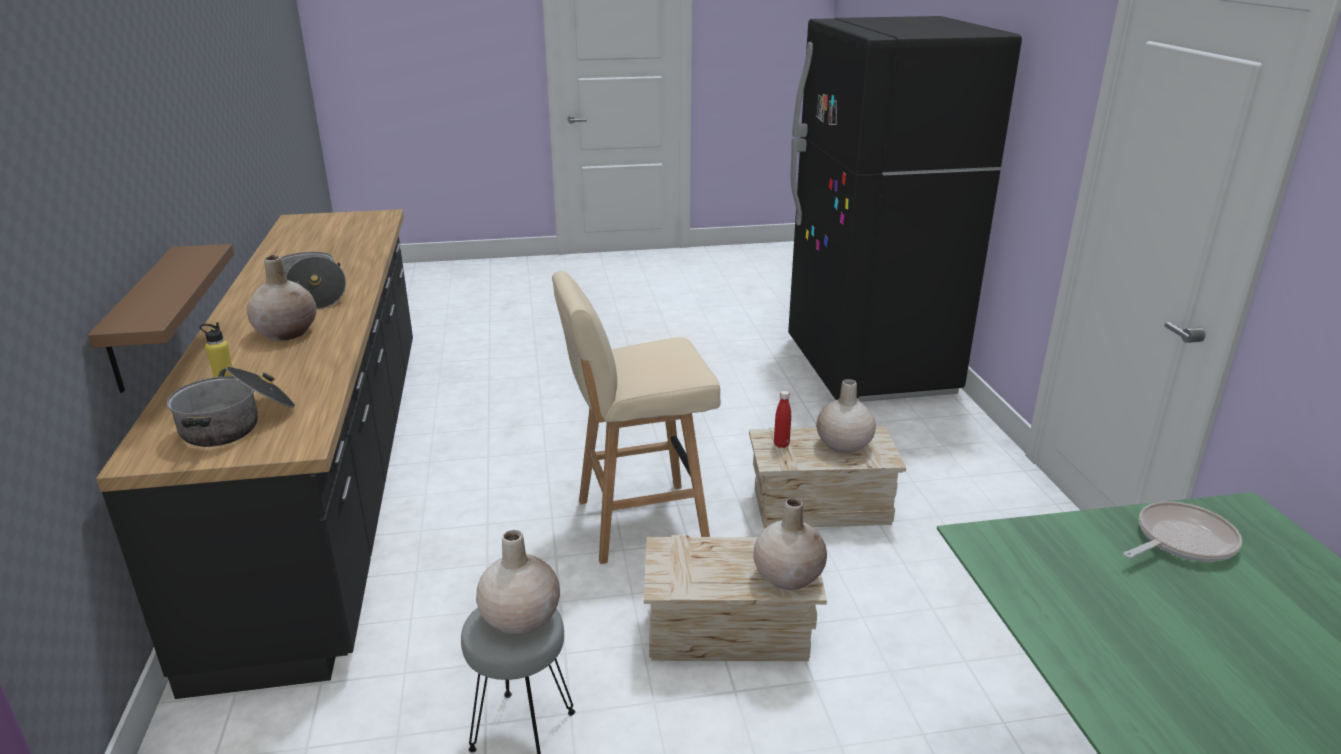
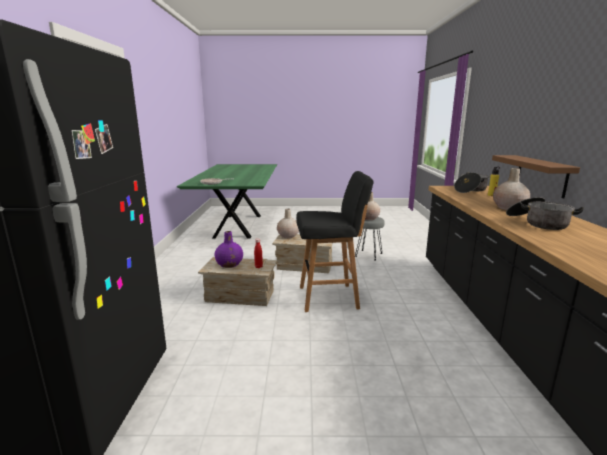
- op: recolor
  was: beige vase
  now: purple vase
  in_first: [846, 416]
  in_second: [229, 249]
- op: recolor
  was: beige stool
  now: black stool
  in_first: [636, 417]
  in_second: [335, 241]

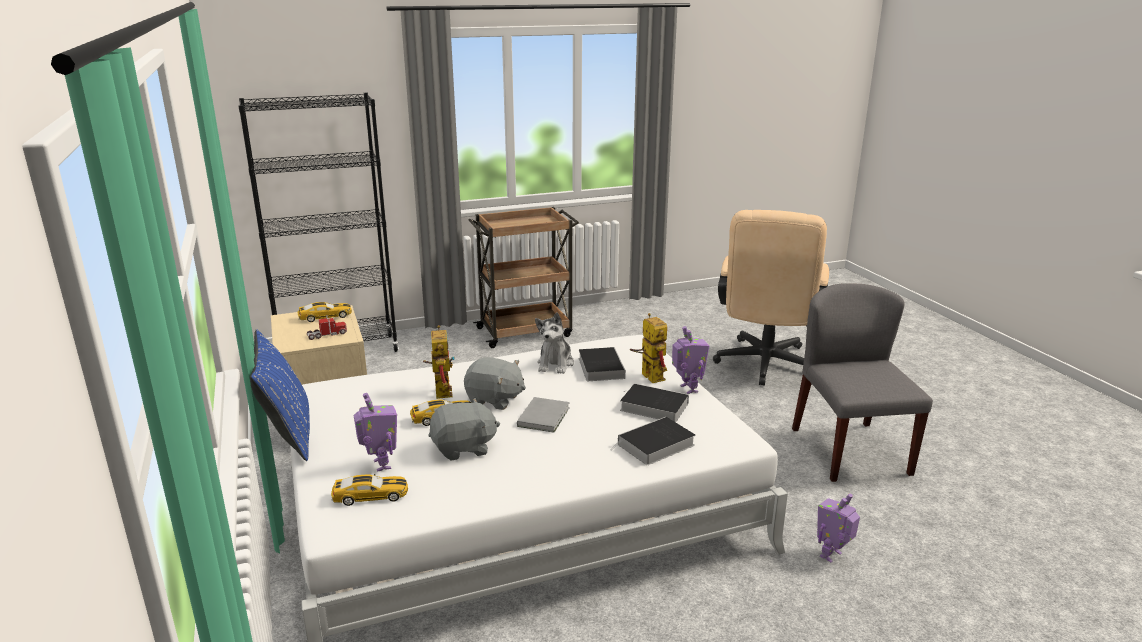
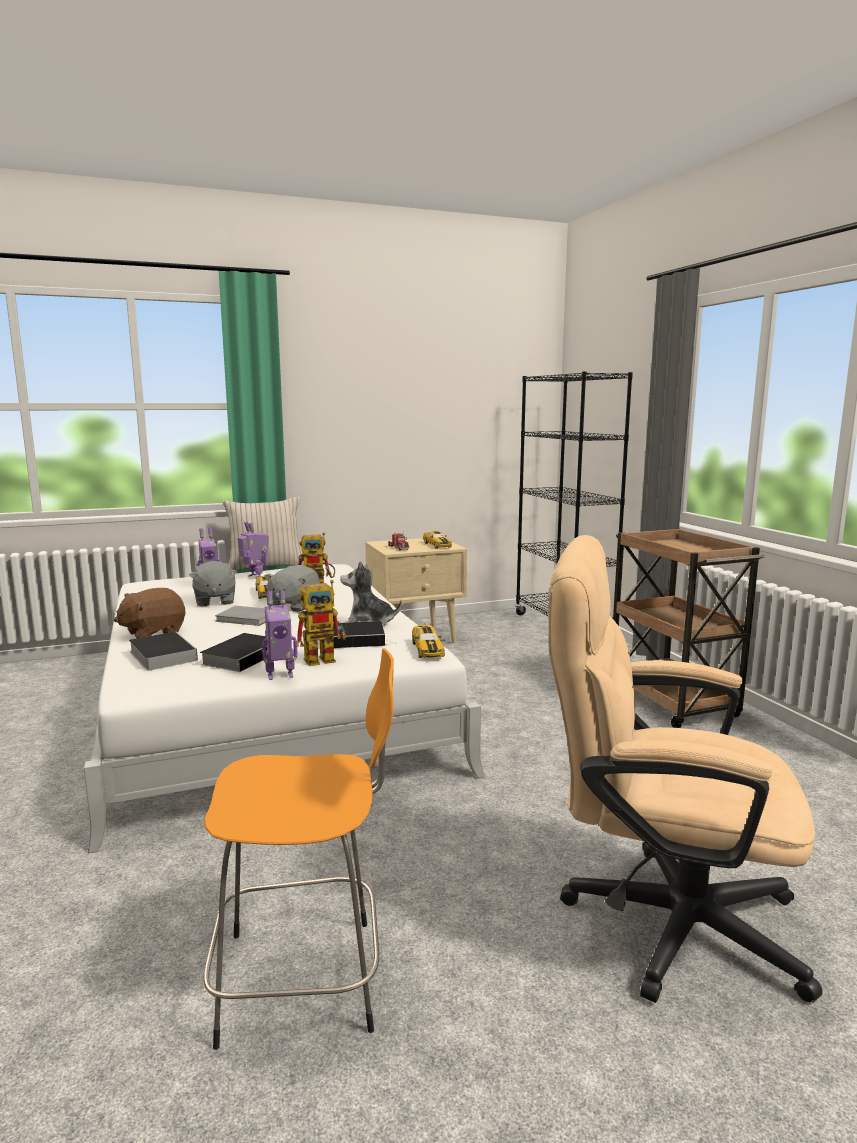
- op: insert
  now: brown plush toy
  in_second: [149, 613]
- op: replace
  was: grey chair
  now: orange stool
  in_first: [862, 382]
  in_second: [299, 849]
- op: recolor
  was: blue pillow
  now: beige pillow
  in_first: [280, 395]
  in_second: [263, 533]
- op: move
  was: toy robot
  in_first: [838, 527]
  in_second: [253, 550]
- op: move
  was: toy car
  in_first: [369, 490]
  in_second: [428, 641]

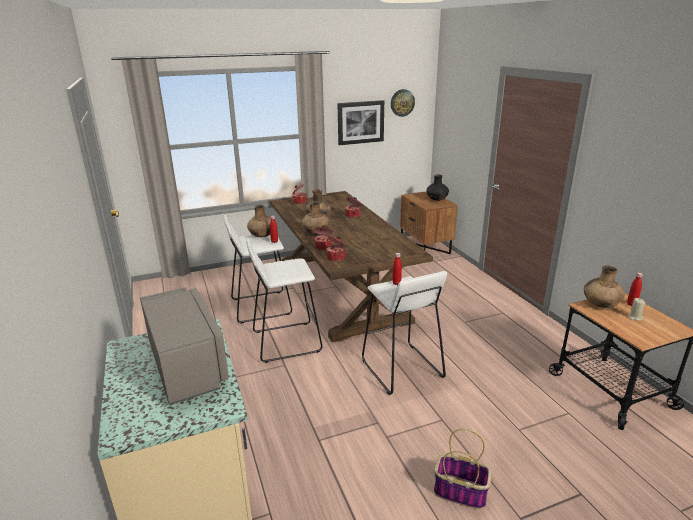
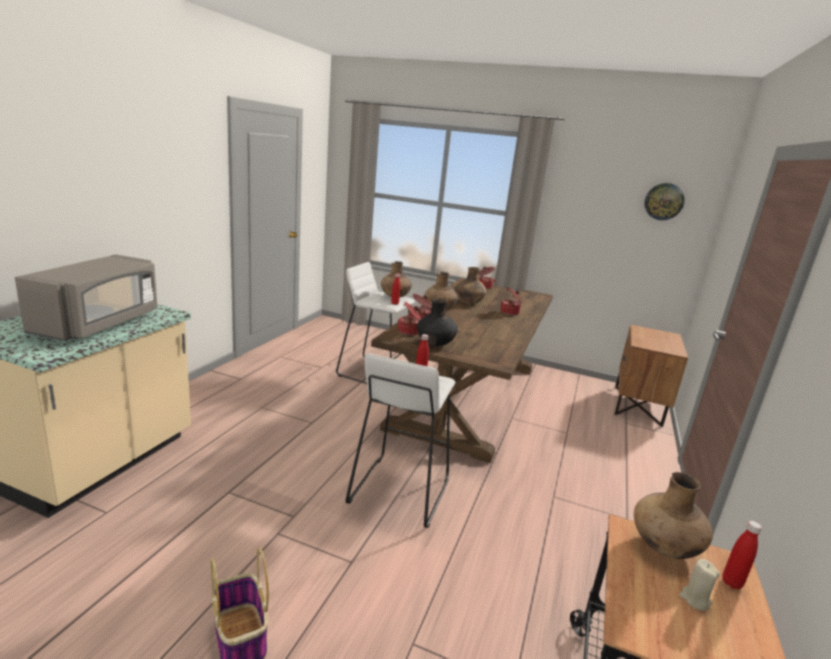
- op: move
  was: black vase
  in_first: [437, 187]
  in_second: [437, 322]
- op: delete
  was: white stool
  in_first: [284, 301]
- op: delete
  was: picture
  in_first: [361, 122]

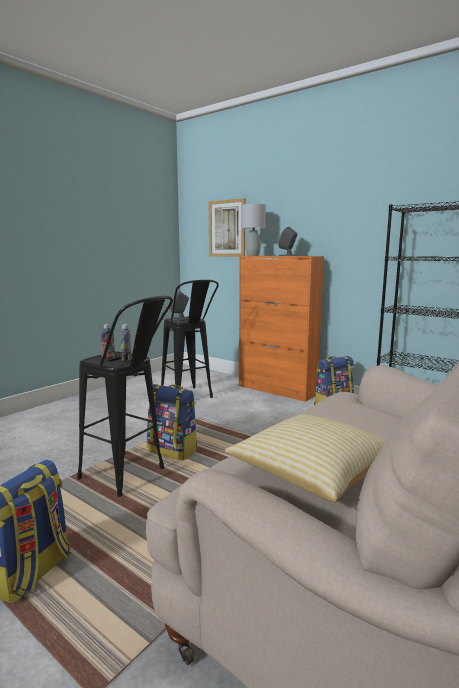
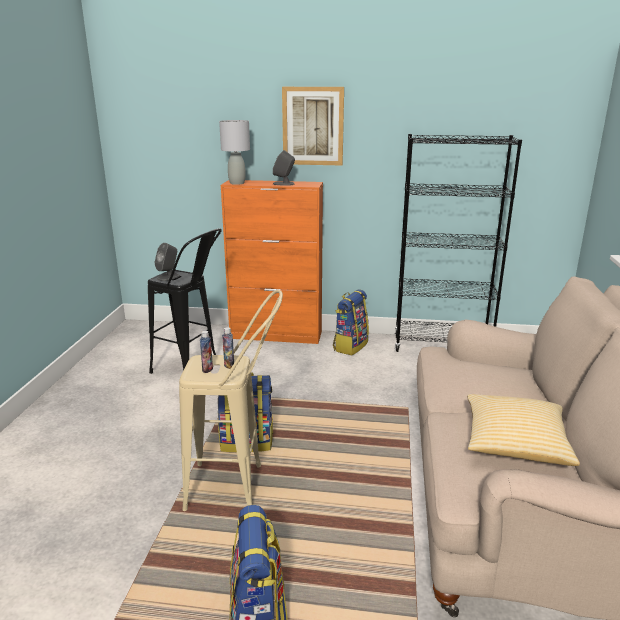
- op: recolor
  was: black stool
  now: beige stool
  in_first: [125, 396]
  in_second: [231, 400]
- op: move
  was: picture
  in_first: [227, 227]
  in_second: [313, 126]

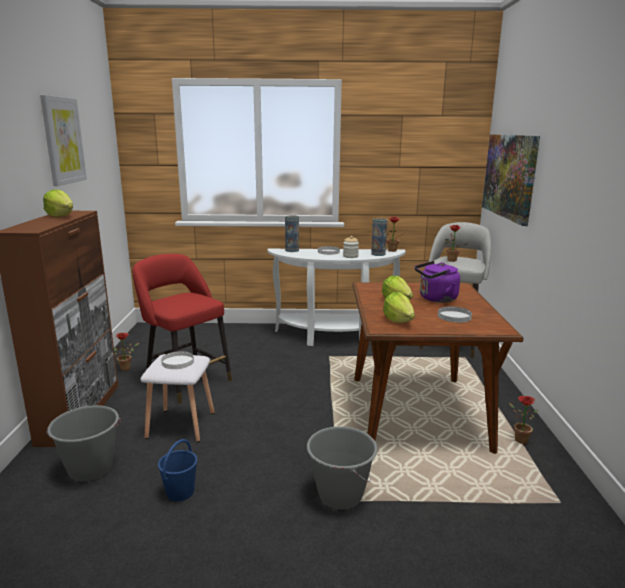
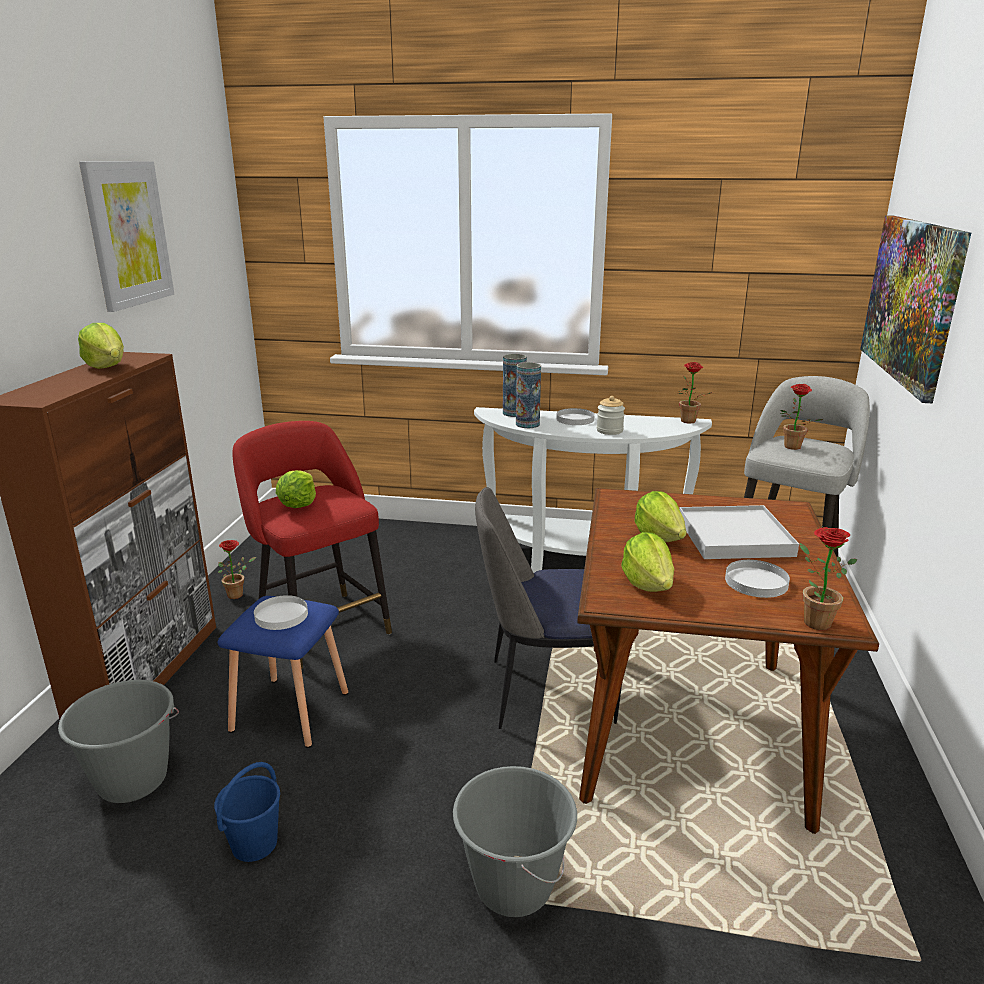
- op: recolor
  was: white stool
  now: blue stool
  in_first: [177, 398]
  in_second: [283, 672]
- op: insert
  now: lettuce
  in_second: [296, 489]
- op: insert
  now: chair
  in_second: [548, 608]
- op: move
  was: vase
  in_first: [379, 237]
  in_second: [528, 395]
- op: replace
  was: purple kettle
  now: white tray
  in_first: [437, 282]
  in_second: [739, 532]
- op: move
  was: potted plant
  in_first: [523, 420]
  in_second: [829, 578]

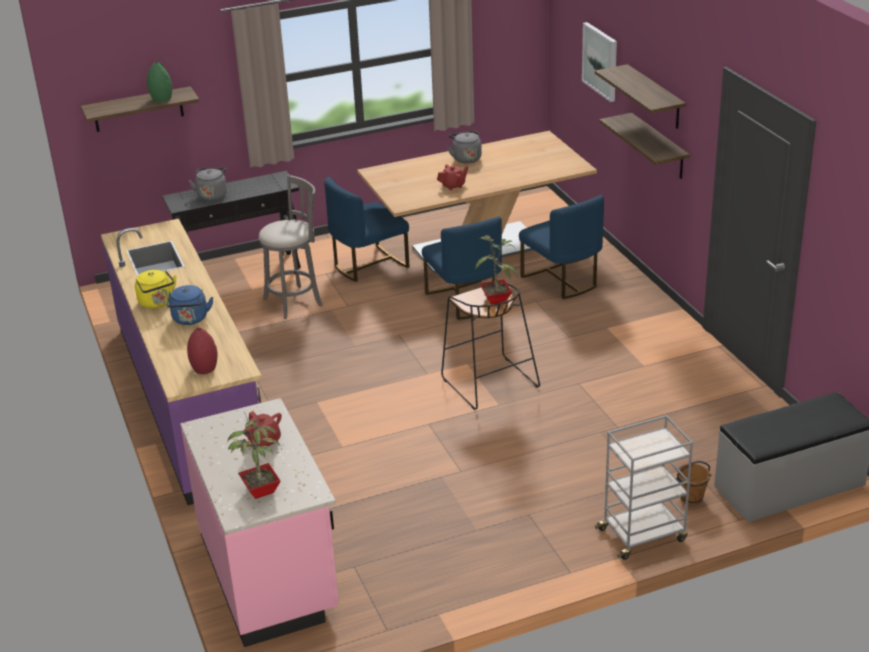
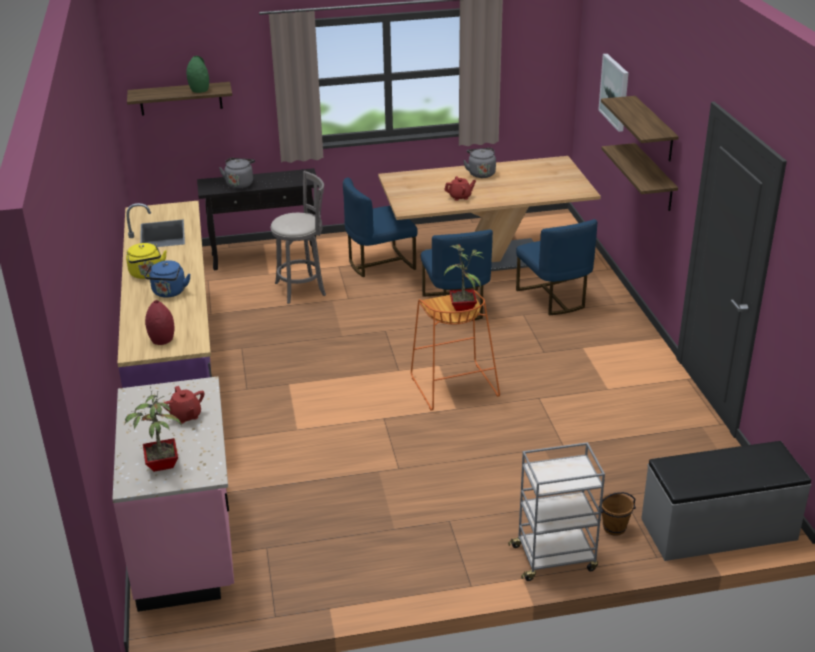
- op: recolor
  was: black stool
  now: orange stool
  in_first: [490, 346]
  in_second: [455, 350]

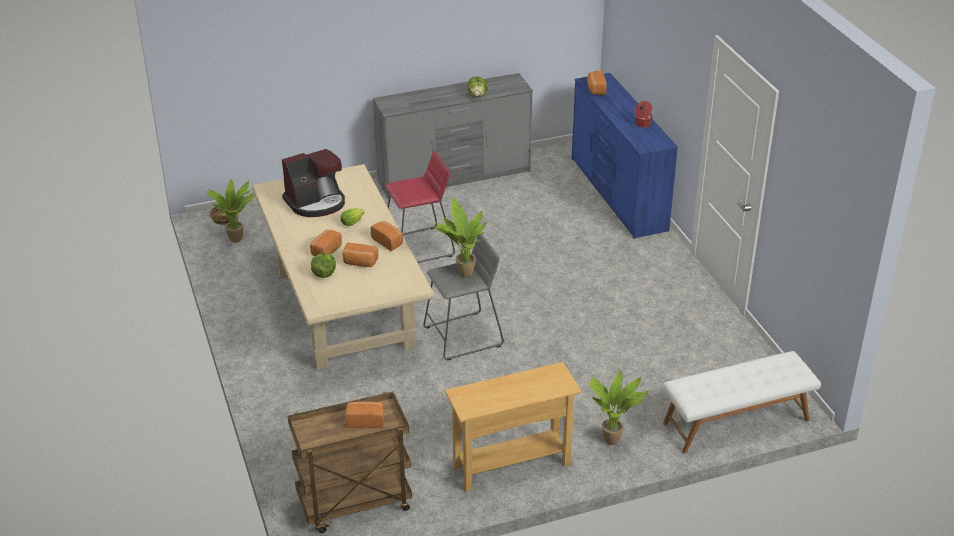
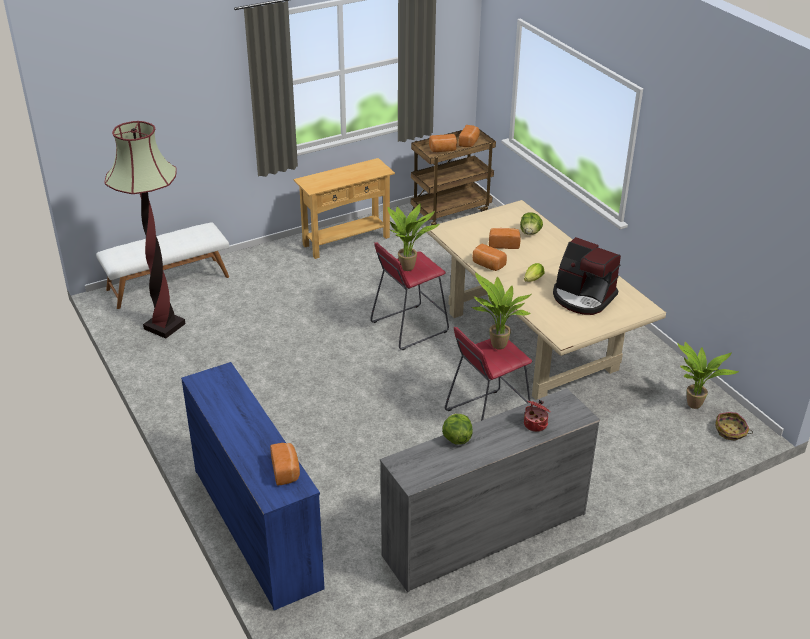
- op: insert
  now: floor lamp
  in_second: [145, 230]
- op: recolor
  was: grey stool
  now: red stool
  in_first: [463, 297]
  in_second: [409, 296]
- op: move
  was: bread
  in_first: [326, 242]
  in_second: [469, 136]
- op: move
  was: potted plant
  in_first: [618, 407]
  in_second: [501, 311]
- op: move
  was: cooking pot
  in_first: [643, 114]
  in_second: [537, 416]
- op: rotate
  was: coffee machine
  in_first: [313, 183]
  in_second: [587, 276]
  clockwise: -105

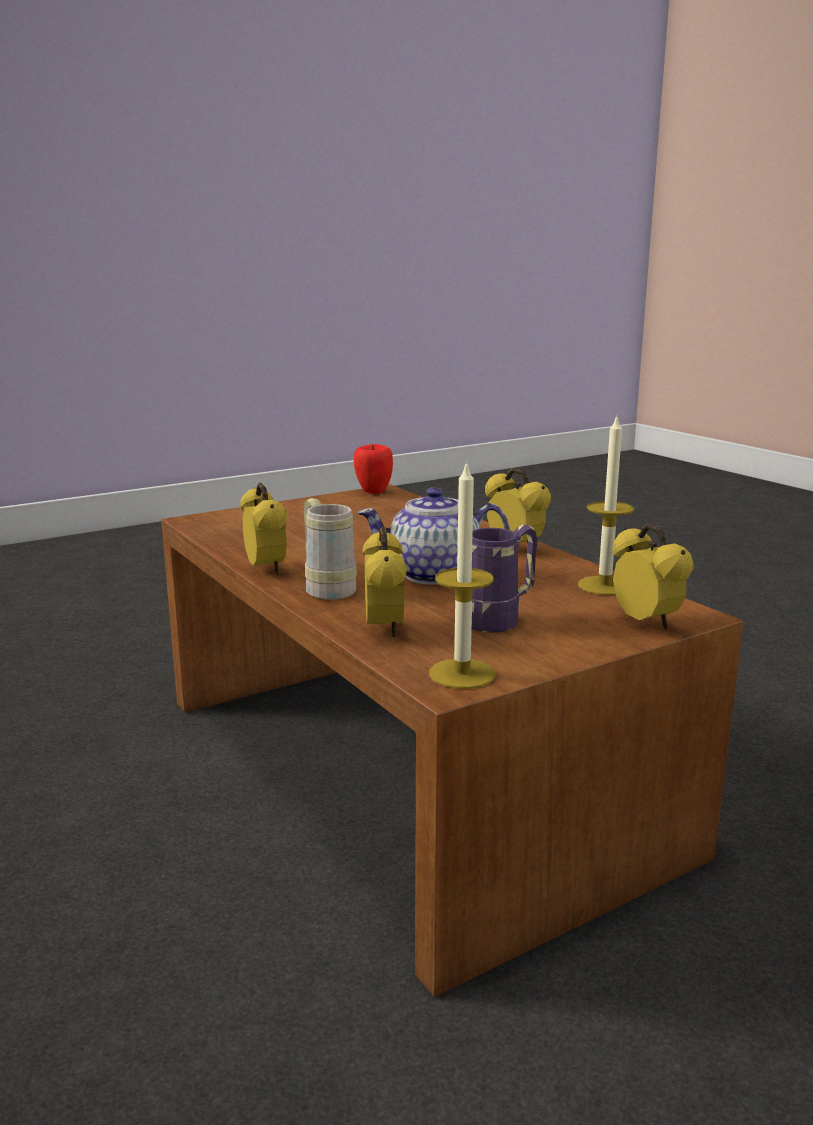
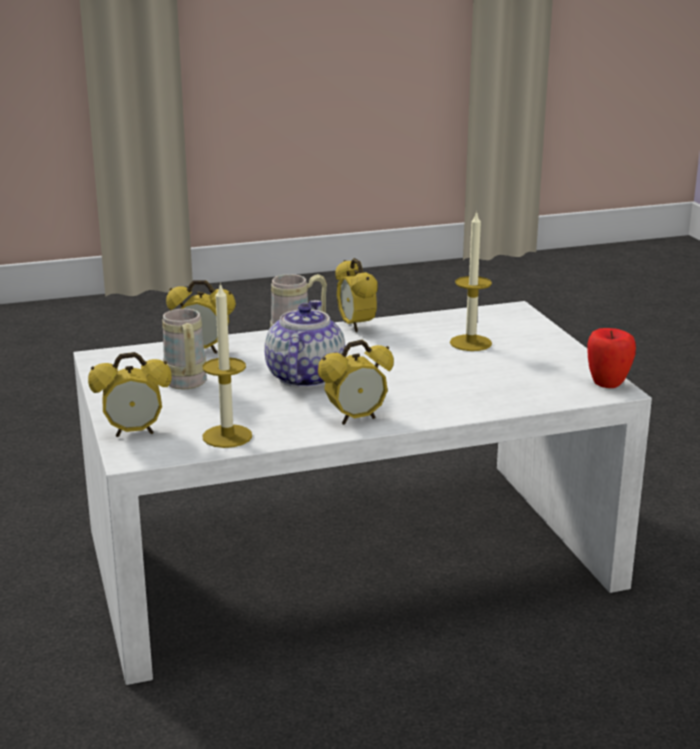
- op: recolor
  was: brown coffee table
  now: white coffee table
  in_first: [452, 740]
  in_second: [362, 493]
- op: recolor
  was: purple mug
  now: beige mug
  in_first: [505, 578]
  in_second: [184, 349]
- op: rotate
  was: alarm clock
  in_first: [263, 528]
  in_second: [356, 295]
  clockwise: 75
- op: move
  was: candle
  in_first: [462, 574]
  in_second: [471, 280]

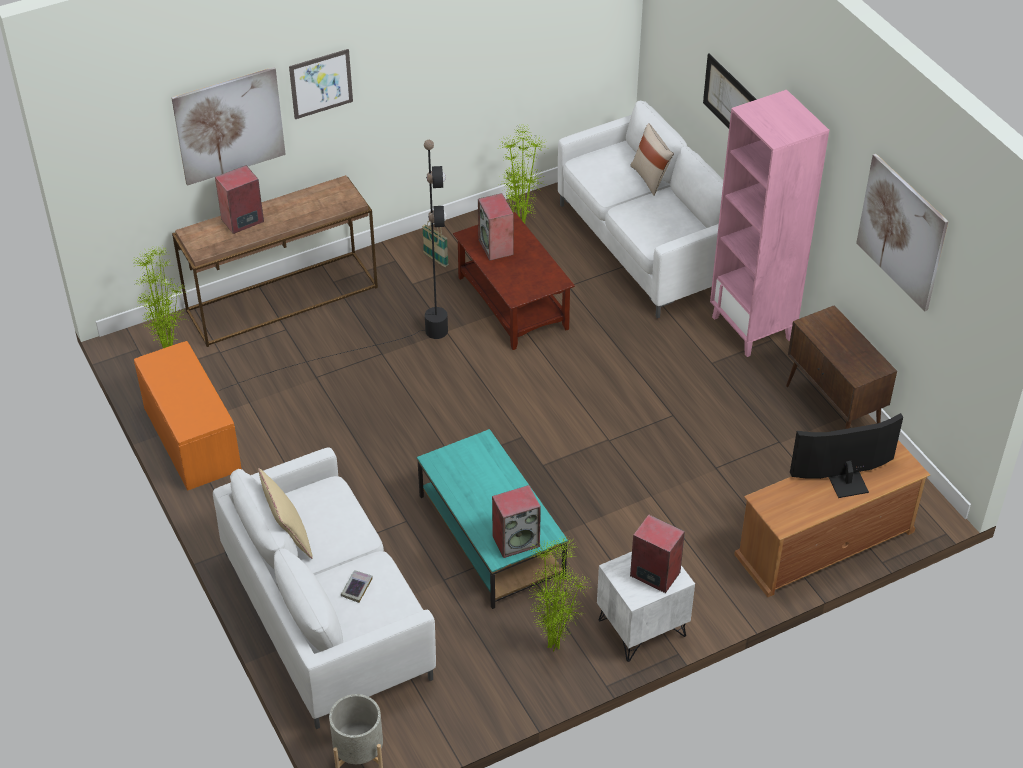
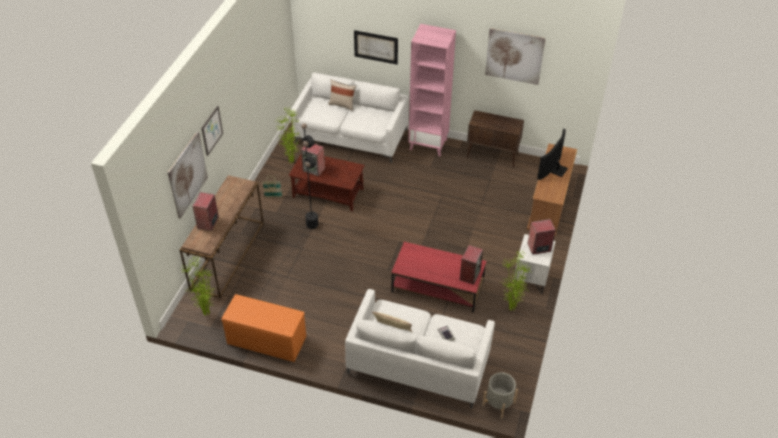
- op: recolor
  was: turquoise coffee table
  now: red coffee table
  in_first: [492, 519]
  in_second: [439, 277]

